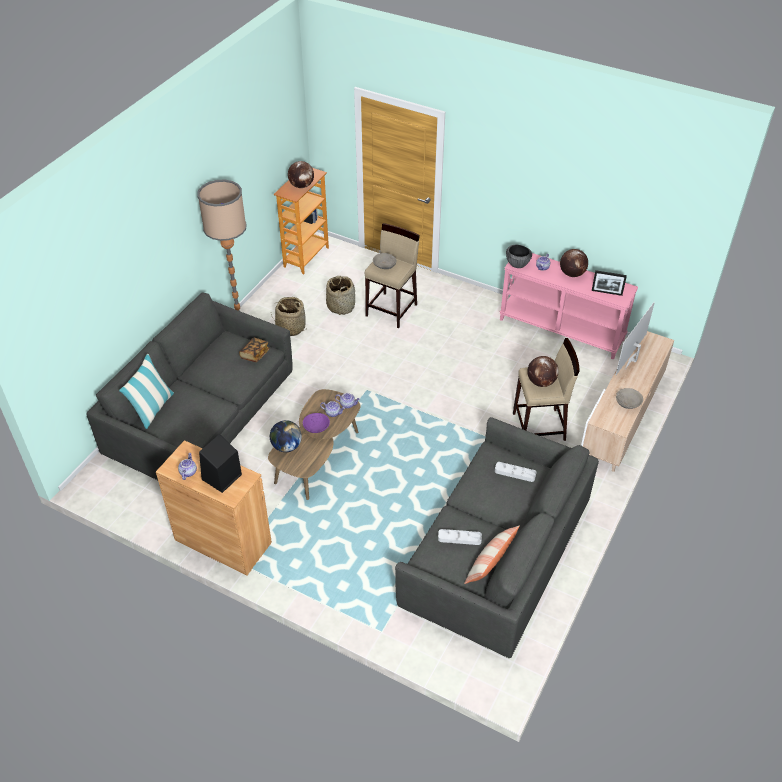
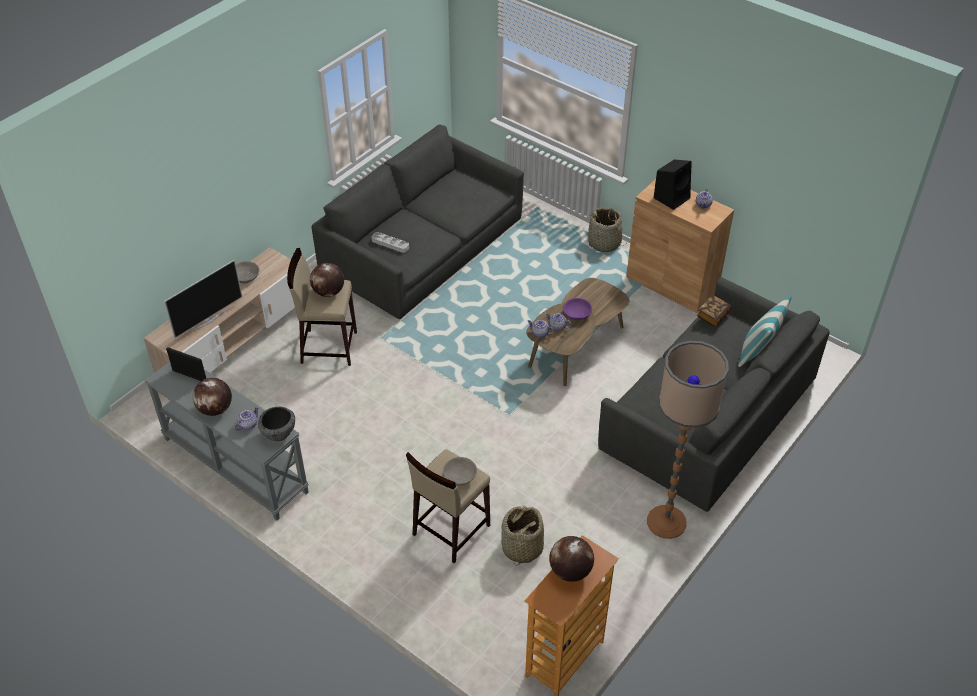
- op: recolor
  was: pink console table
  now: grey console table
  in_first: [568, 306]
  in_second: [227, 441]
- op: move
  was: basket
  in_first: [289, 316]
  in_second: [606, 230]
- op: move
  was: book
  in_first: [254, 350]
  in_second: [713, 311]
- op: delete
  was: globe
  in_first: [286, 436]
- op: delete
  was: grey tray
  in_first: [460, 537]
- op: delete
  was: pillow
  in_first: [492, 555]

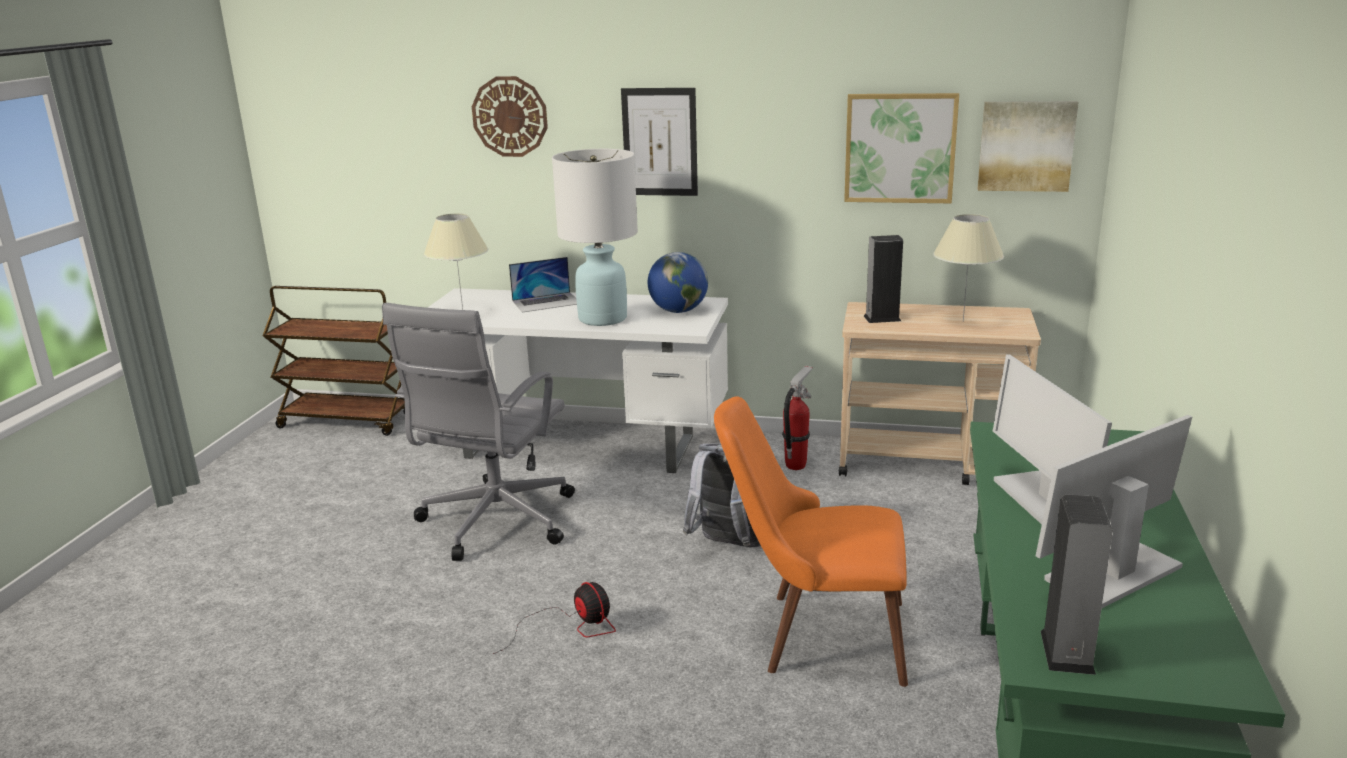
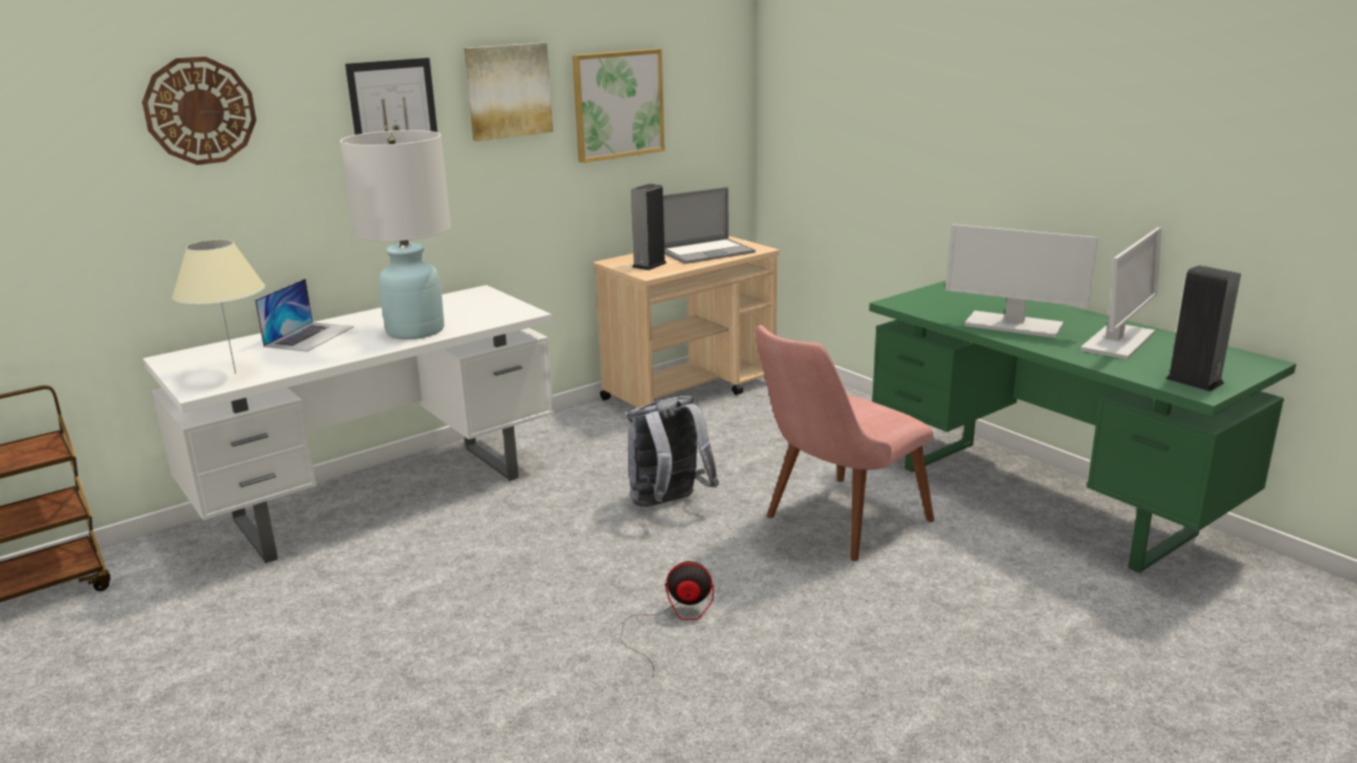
- op: move
  was: picture
  in_first: [1028, 146]
  in_second: [508, 92]
- op: replace
  was: beige table lamp
  now: laptop
  in_first: [968, 268]
  in_second: [709, 225]
- op: recolor
  was: orange chair
  now: pink chair
  in_first: [811, 541]
  in_second: [844, 443]
- op: rotate
  was: monitor
  in_first: [1114, 512]
  in_second: [1120, 293]
  clockwise: -150
- op: delete
  was: grey office chair
  in_first: [478, 432]
- op: delete
  was: globe
  in_first: [678, 282]
- op: delete
  was: fire extinguisher
  in_first: [797, 418]

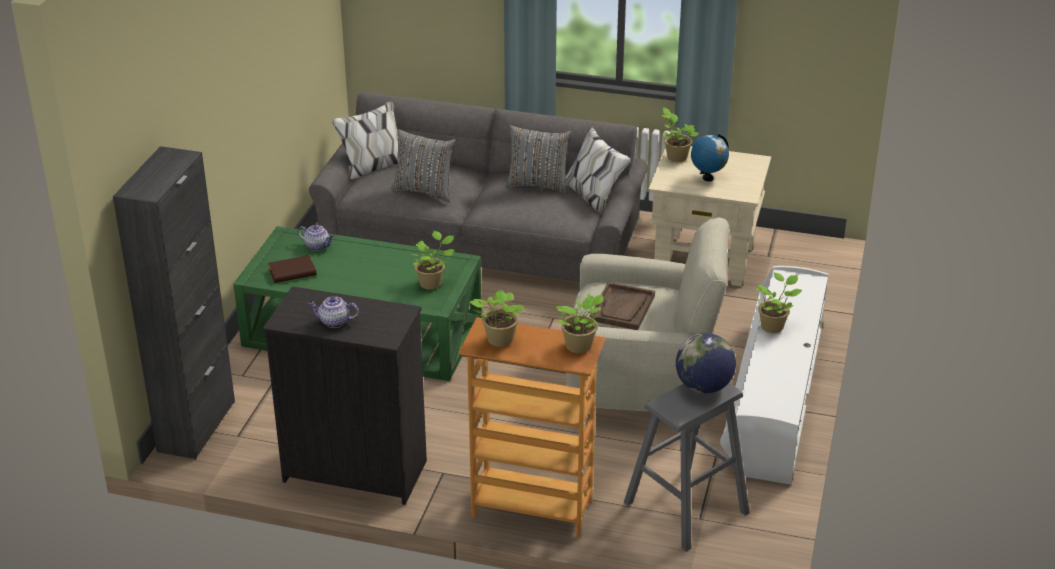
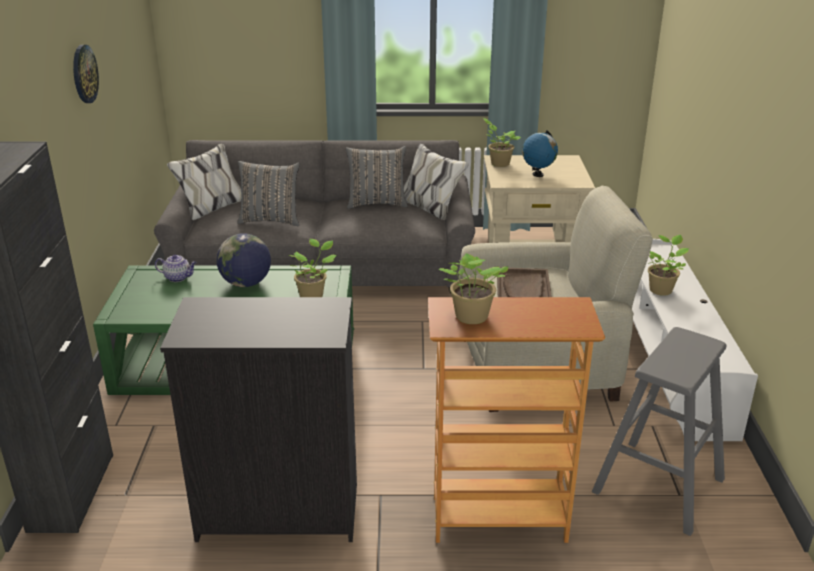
- op: insert
  now: wall clock
  in_second: [86, 74]
- op: move
  was: globe
  in_first: [706, 363]
  in_second: [244, 260]
- op: delete
  was: brown book
  in_first: [292, 269]
- op: delete
  was: teapot
  in_first: [334, 312]
- op: delete
  was: potted plant
  in_first: [578, 323]

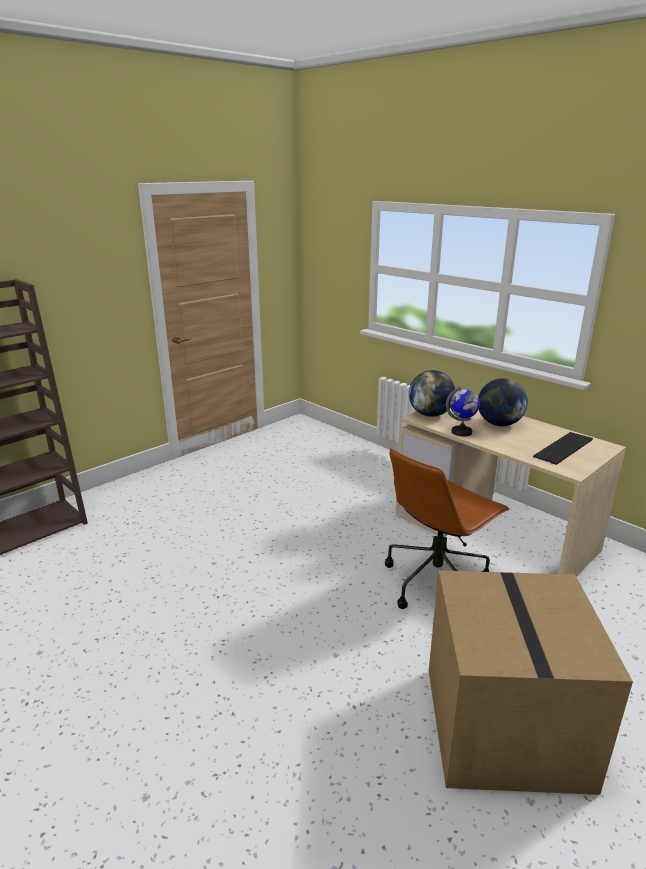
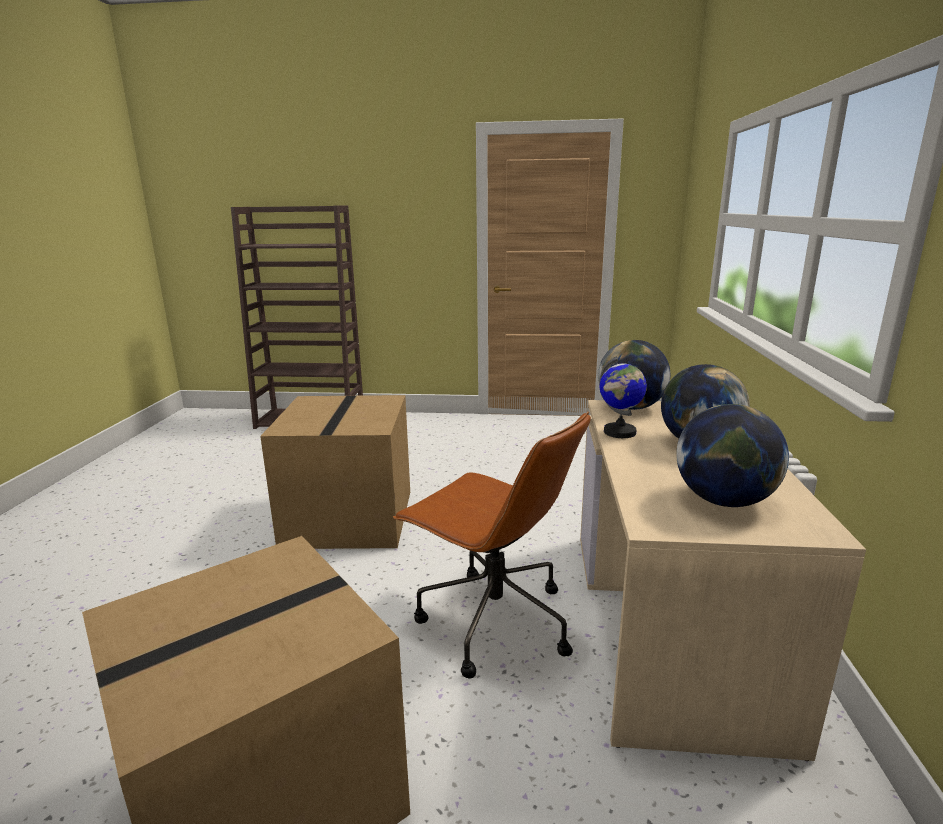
- op: insert
  now: cardboard box
  in_second: [335, 472]
- op: rotate
  was: brown office chair
  in_first: [447, 528]
  in_second: [492, 545]
  clockwise: -150
- op: replace
  was: keyboard
  now: globe
  in_first: [563, 448]
  in_second: [732, 455]

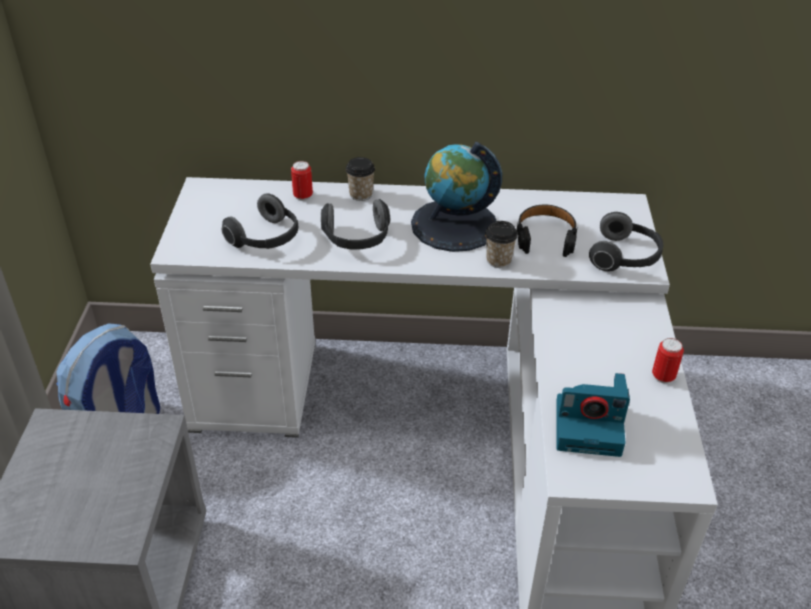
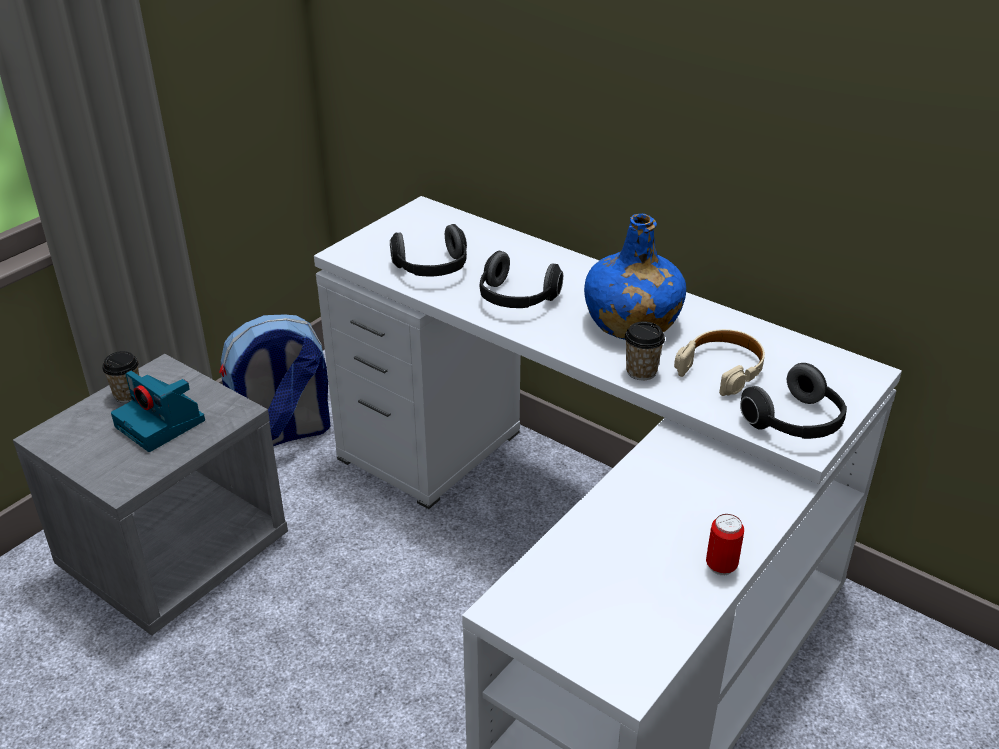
- op: move
  was: cup
  in_first: [360, 179]
  in_second: [120, 377]
- op: move
  was: photo camera
  in_first: [593, 415]
  in_second: [158, 411]
- op: replace
  was: globe
  now: blue bottle
  in_first: [456, 197]
  in_second: [635, 277]
- op: recolor
  was: black headphones
  now: beige headphones
  in_first: [547, 231]
  in_second: [719, 362]
- op: delete
  was: can
  in_first: [302, 181]

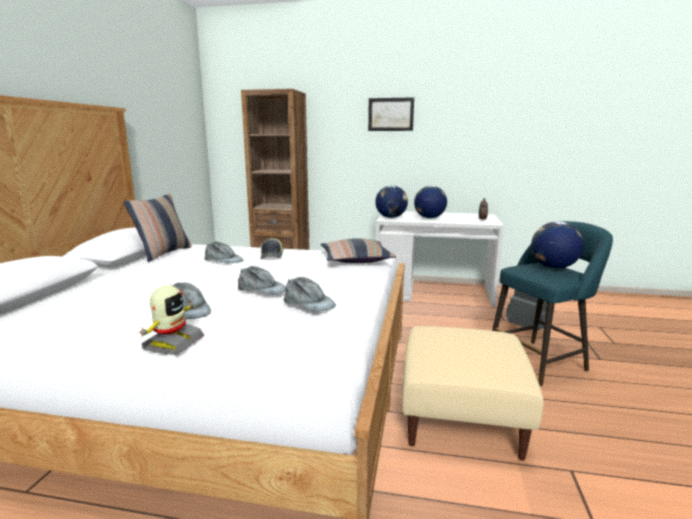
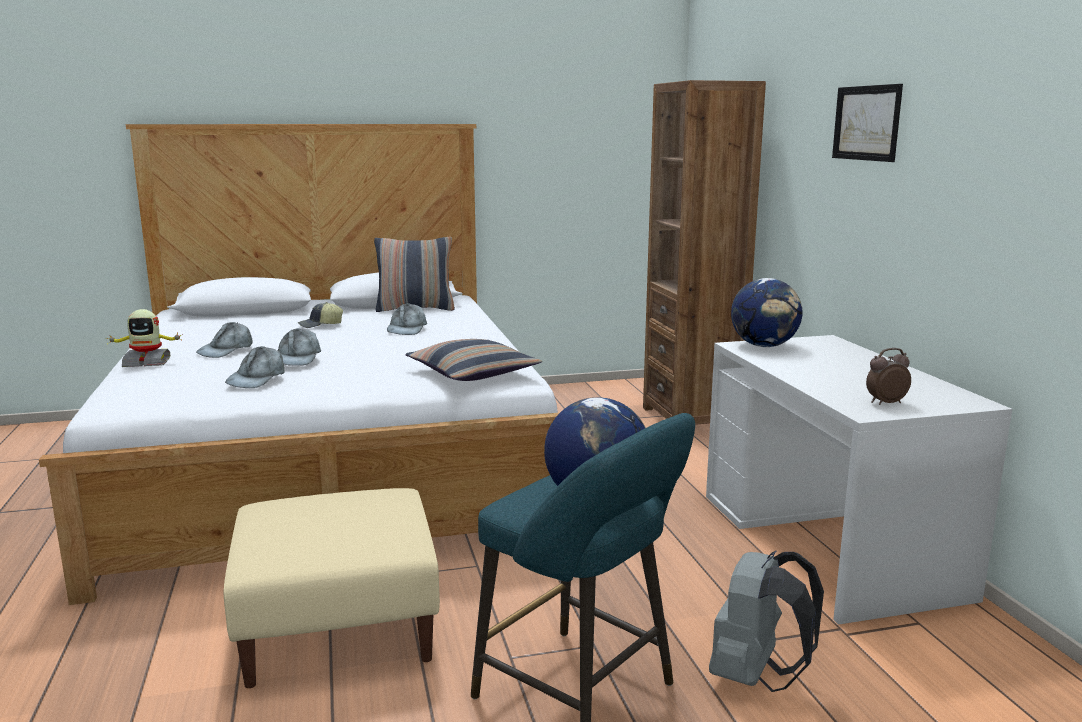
- op: move
  was: cap
  in_first: [272, 248]
  in_second: [320, 315]
- op: delete
  was: globe
  in_first: [430, 202]

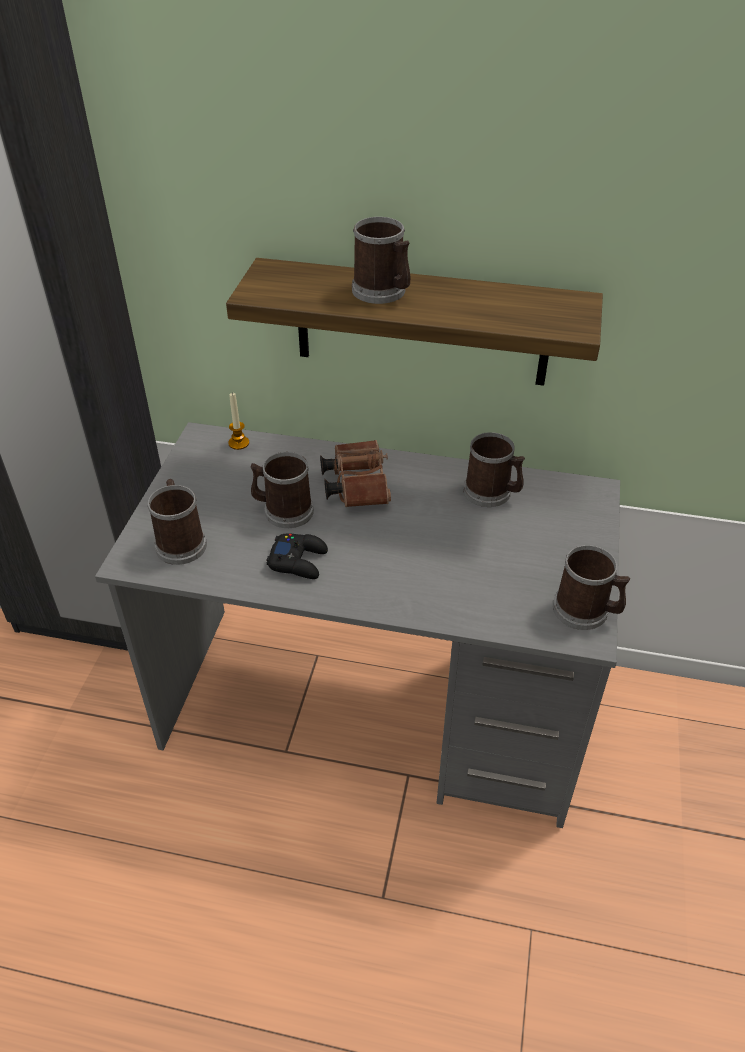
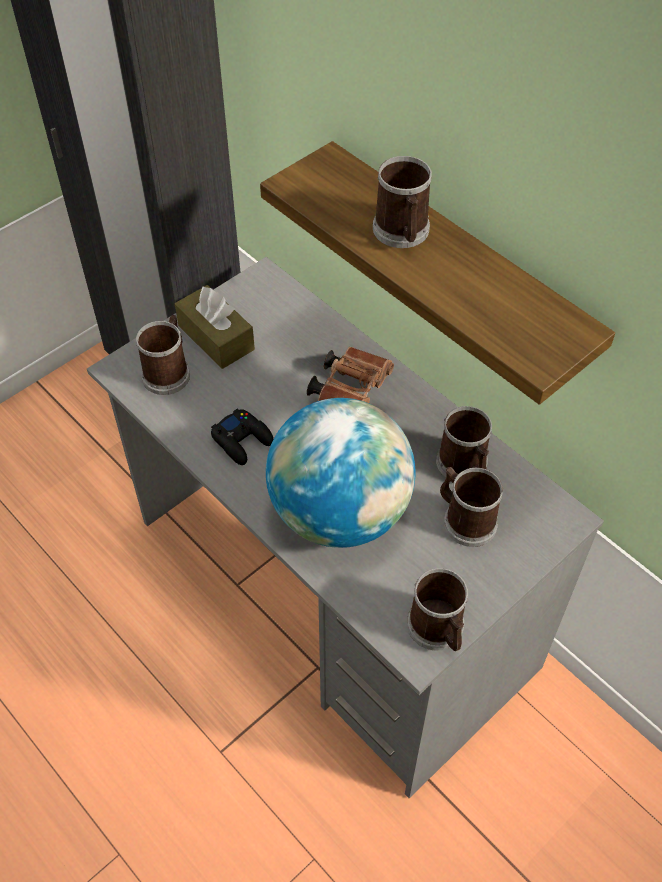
- op: insert
  now: brown tissue box
  in_second: [215, 327]
- op: insert
  now: globe
  in_second: [341, 473]
- op: move
  was: mug
  in_first: [282, 490]
  in_second: [471, 507]
- op: delete
  was: candle
  in_first: [238, 421]

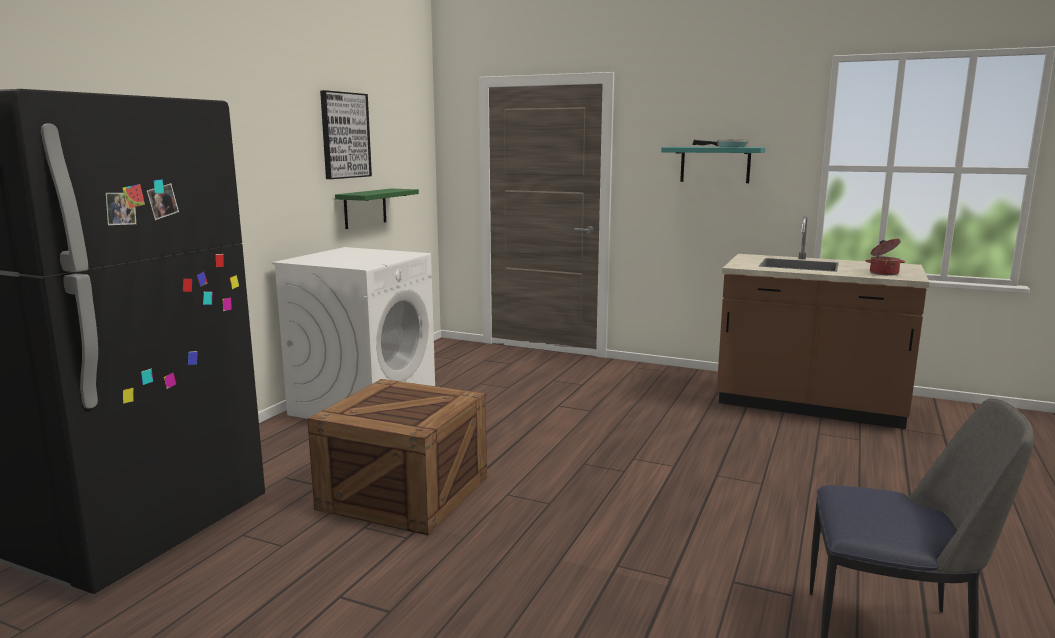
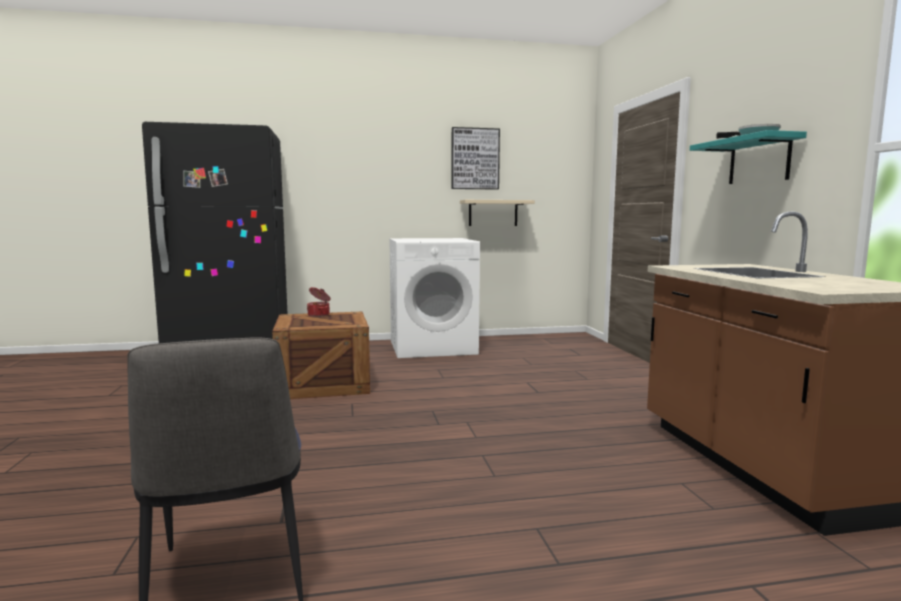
- op: move
  was: cooking pot
  in_first: [885, 256]
  in_second: [319, 302]
- op: recolor
  was: green shelf
  now: beige shelf
  in_first: [377, 209]
  in_second: [497, 213]

